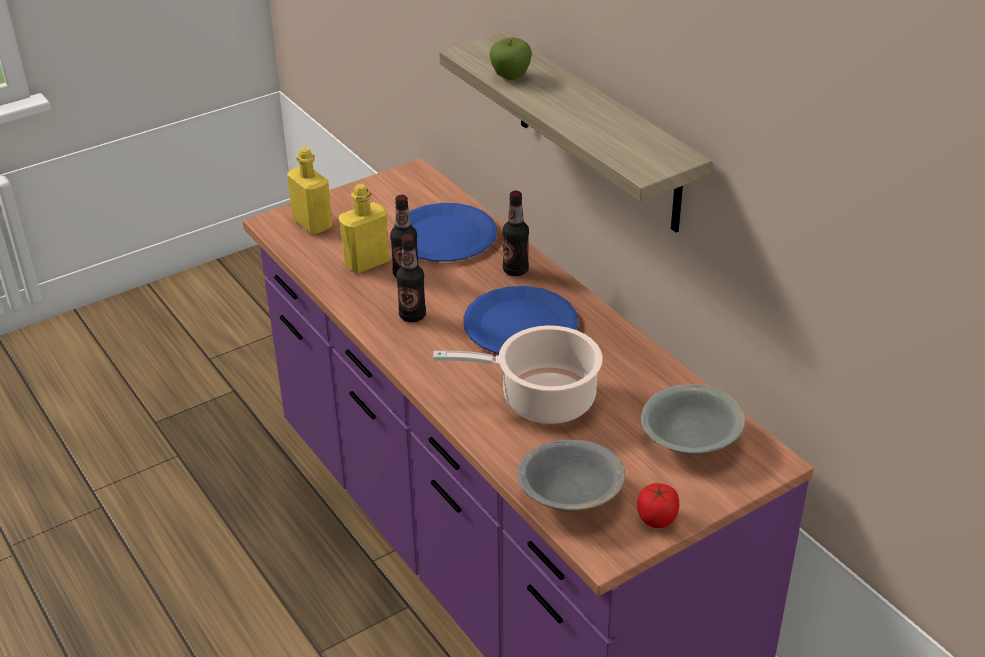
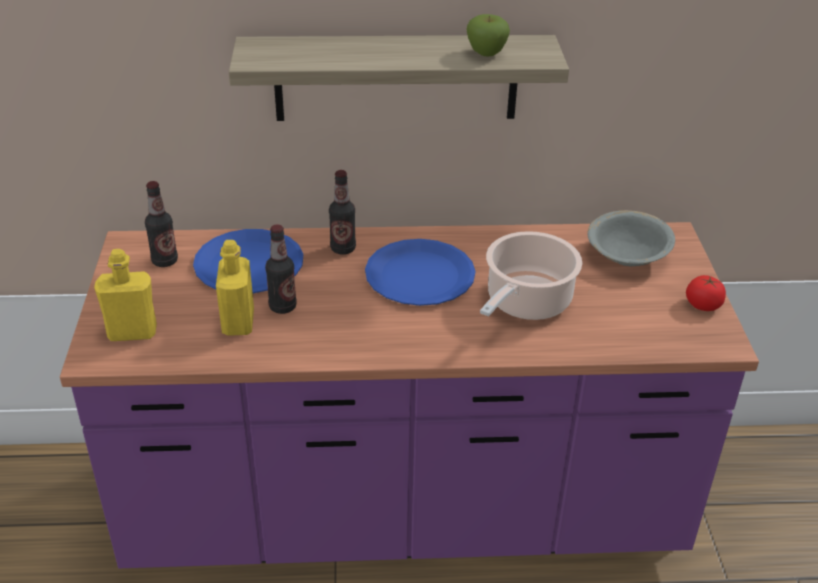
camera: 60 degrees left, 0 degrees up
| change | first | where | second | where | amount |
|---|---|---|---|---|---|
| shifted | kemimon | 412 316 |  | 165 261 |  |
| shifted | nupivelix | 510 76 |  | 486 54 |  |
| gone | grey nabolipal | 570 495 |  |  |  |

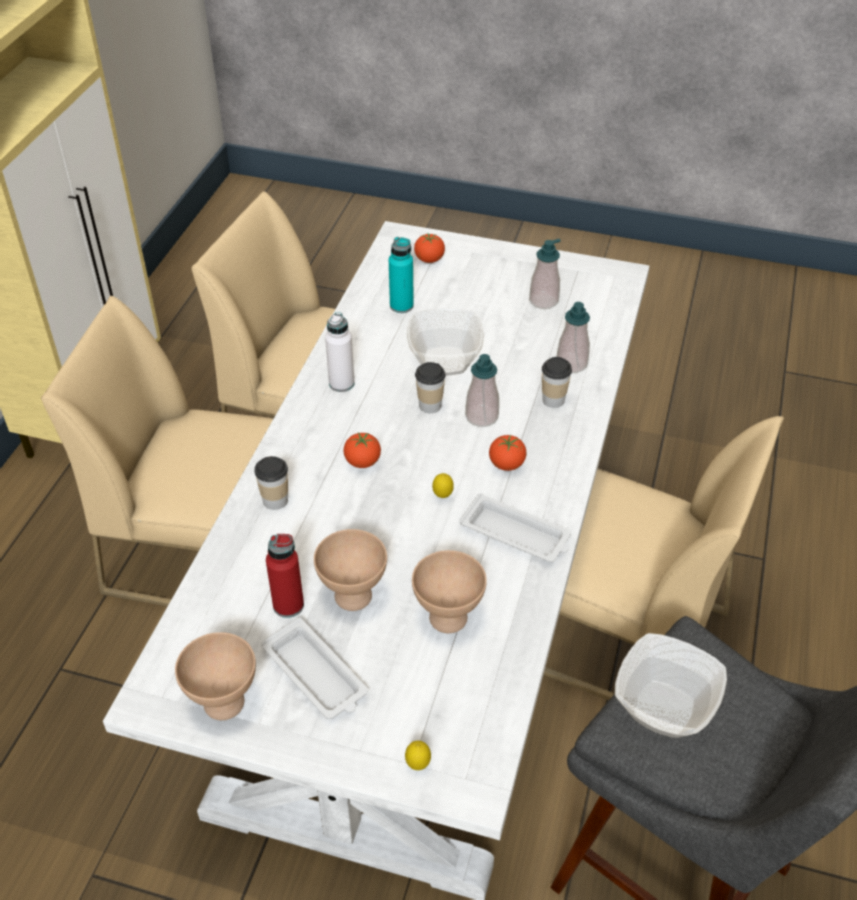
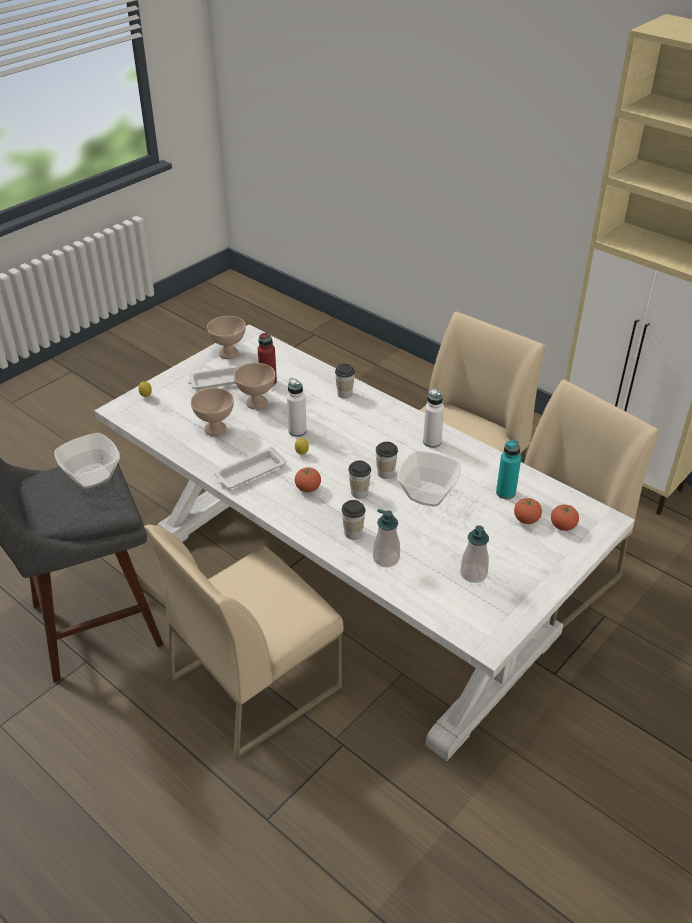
camera: 115 degrees right, 5 degrees down
| change | first | where | second | where | amount |
|---|---|---|---|---|---|
| shifted | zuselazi | 362 462 |  | 526 520 |  |
| swapped | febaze | 481 416 | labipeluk | 359 493 |  |
| new |  |  | white kemimon | 297 431 |  |

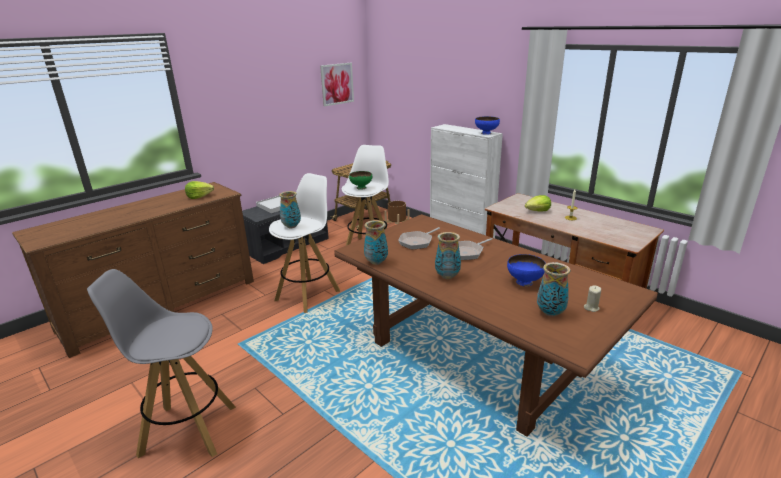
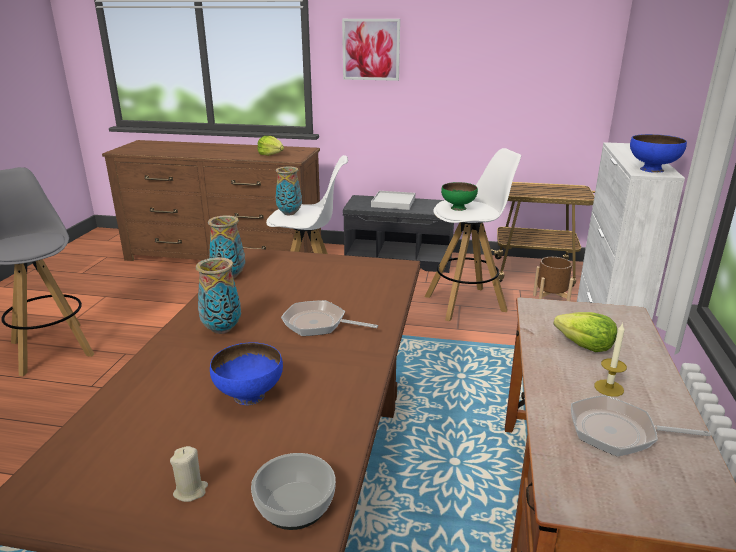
camera: 55 degrees right, 0 degrees up
| change | first | where | second | where | amount |
|---|---|---|---|---|---|
| shifted | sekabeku | 337 84 |  | 371 49 |  |
| shifted | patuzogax | 417 242 |  | 618 432 |  |
| gone | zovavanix | 550 313 |  |  |  |
| new |  |  | nabolipal | 294 504 |  |

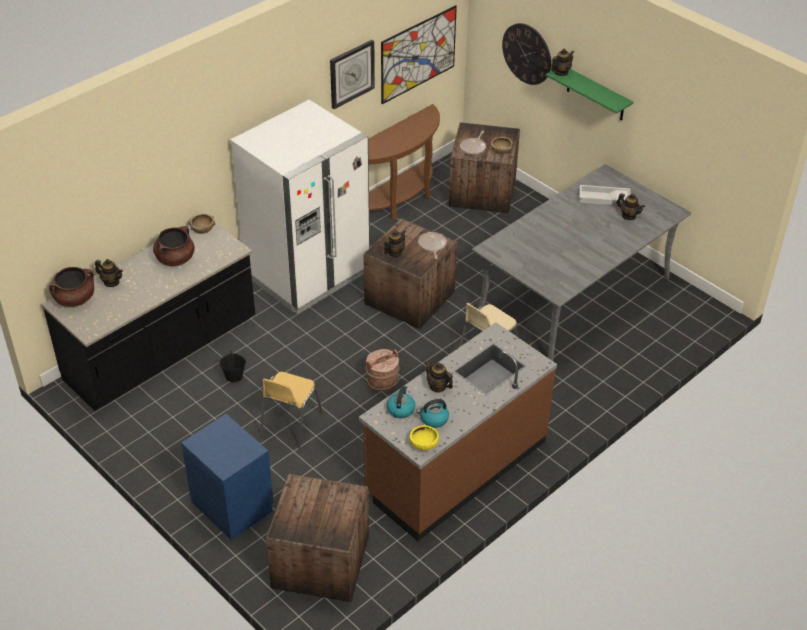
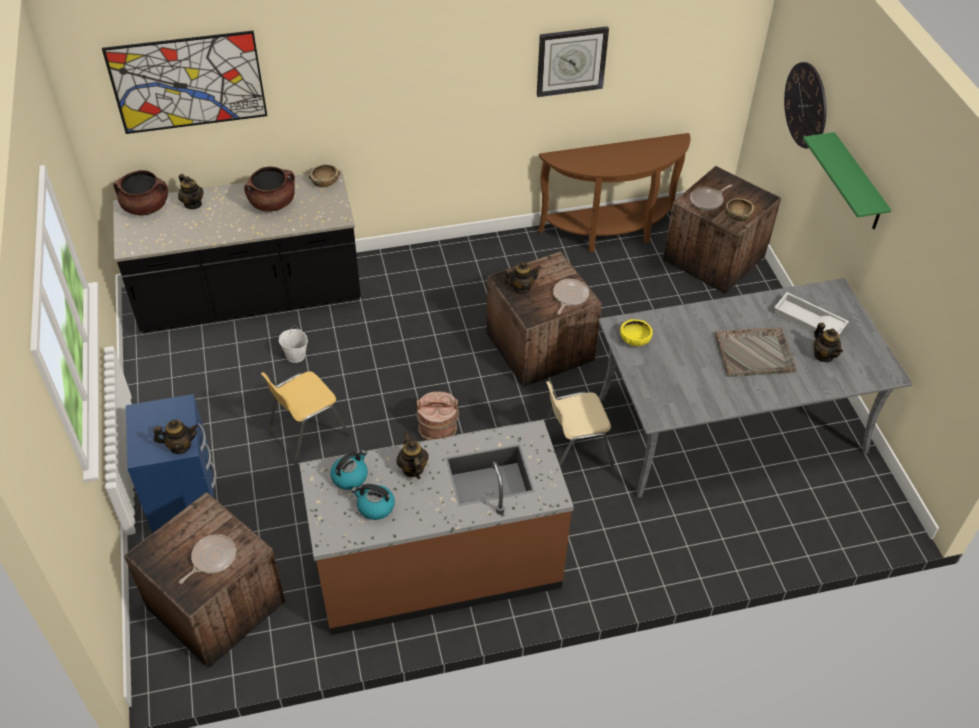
camera: 30 degrees right, 5 degrees up
| change | first | where | second | where | amount |
|---|---|---|---|---|---|
| repainted | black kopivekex | 234 376 | white kopivekex | 296 355 |  |
| gone | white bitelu | 307 273 |  |  |  |
| shifted | sekabeku | 418 54 |  | 188 82 |  |
| shifted | yellow nabolipal | 424 444 |  | 634 340 |  |
| shifted | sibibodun | 561 72 |  | 180 446 |  |
| new |  |  | patuzogax | 212 558 |  |
| new |  |  | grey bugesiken | 755 353 |  |

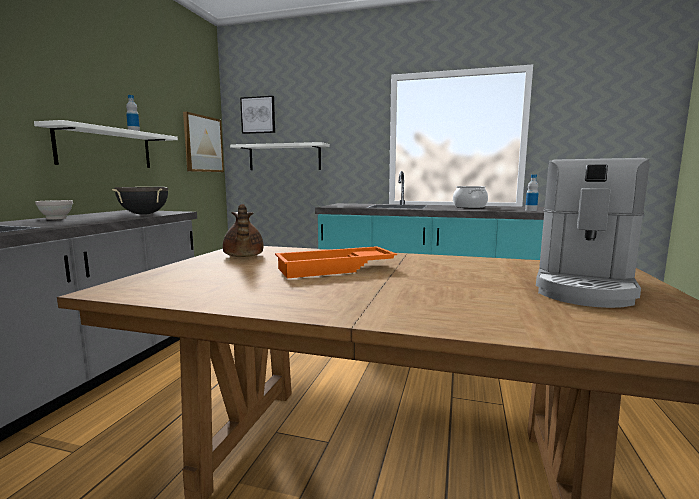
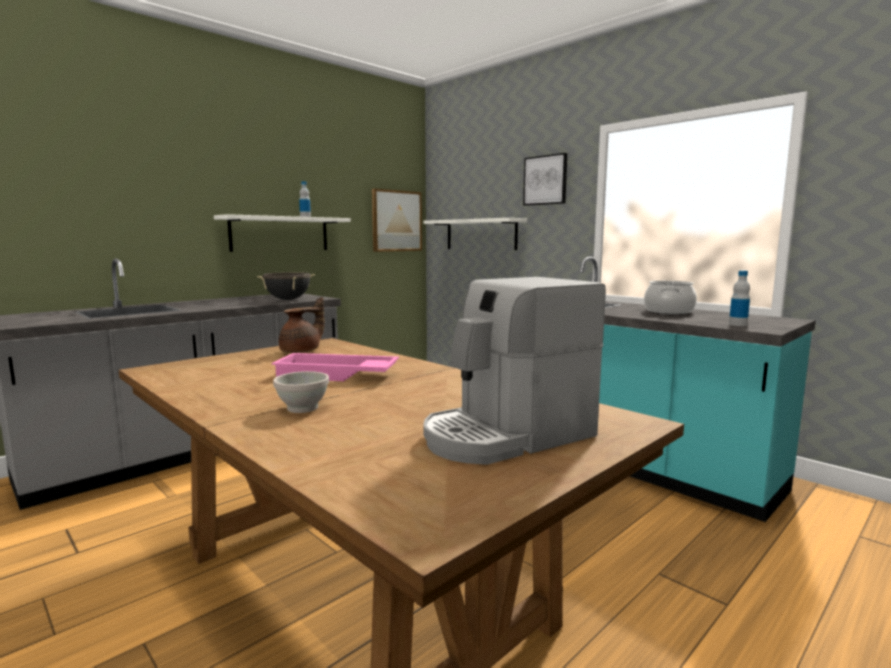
camera: 30 degrees right, 0 degrees up
| change | first | where | second | where | amount |
|---|---|---|---|---|---|
| shifted | white nabolipal | 57 218 |  | 303 408 |  |
| rotated | brown sibibodun | 243 256 |  | 302 351 | 150 degrees counterclockwise |
| shifted | sekabeku | 258 115 |  | 545 180 |  |
| repainted | orange bugesiken | 335 269 | pink bugesiken | 335 375 |  |

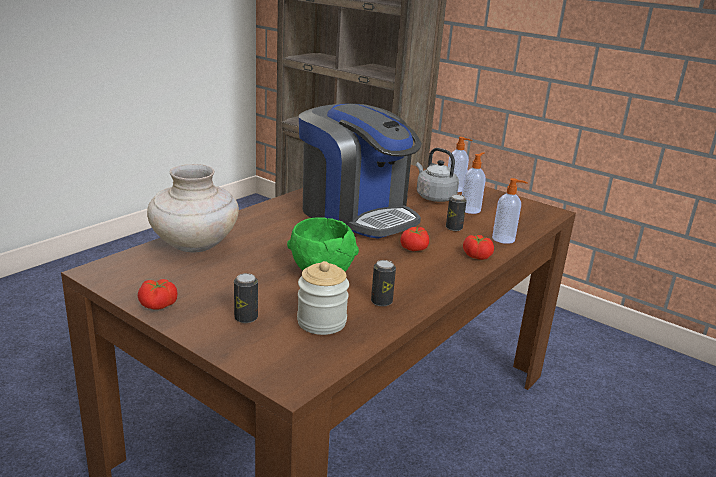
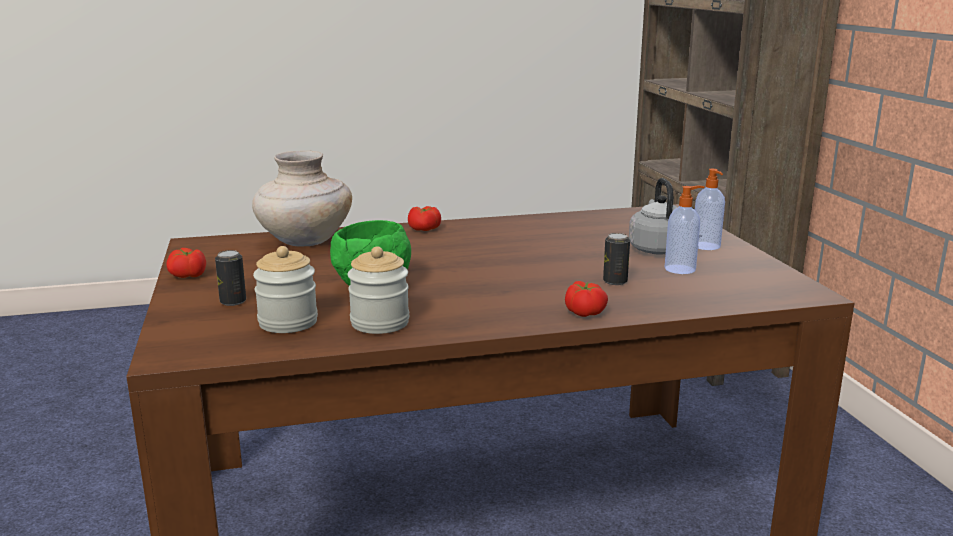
camera: 40 degrees right, 5 degrees down
| change | first | where | second | where | amount |
|---|---|---|---|---|---|
| gone | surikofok | 356 215 |  |  |  |
| swapped | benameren | 381 302 | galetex | 380 323 |  |
| shifted | zuselazi | 414 248 |  | 424 229 |  |
| gone | febaze | 504 239 |  |  |  |

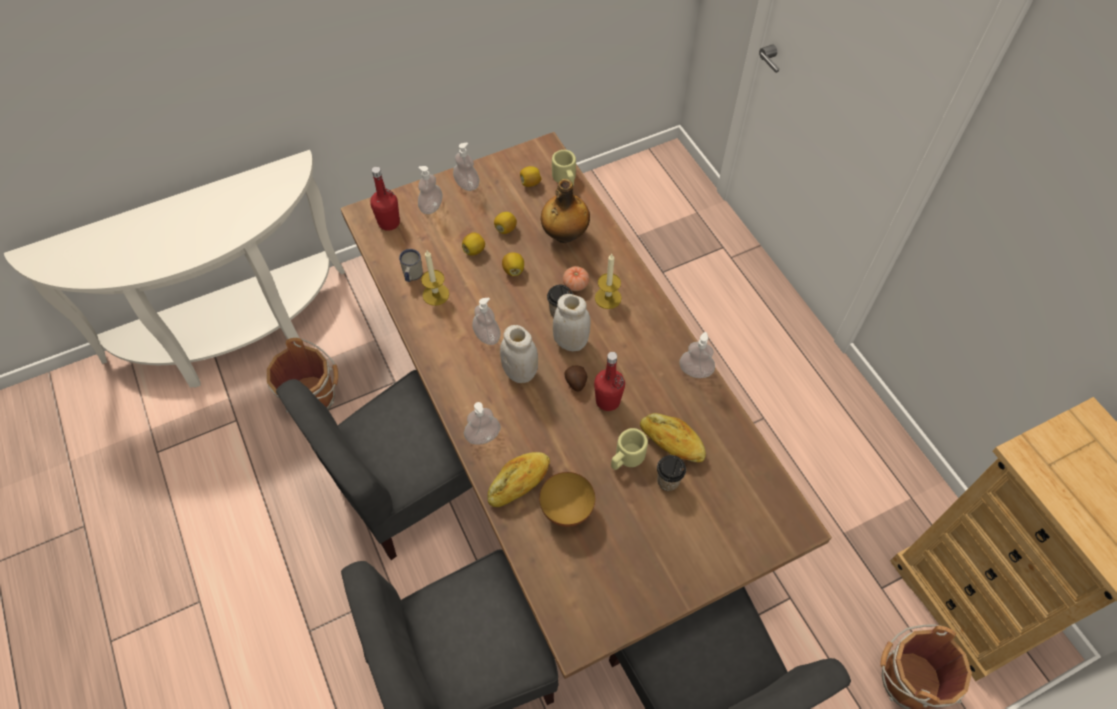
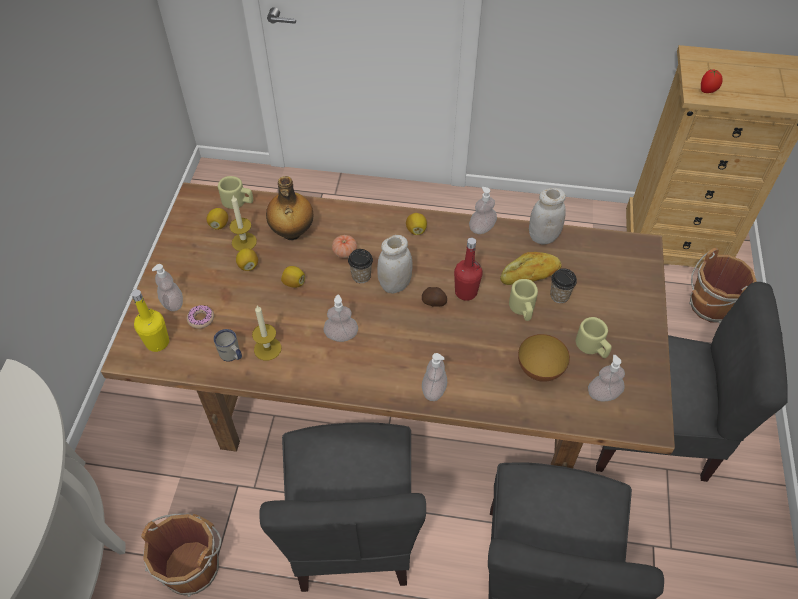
camera: 55 degrees left, 5 degrees down
| change | first | where | second | where | amount |
|---|---|---|---|---|---|
| repainted | red kemimon | 389 223 | yellow kemimon | 157 342 |  |
| shifted | febaze | 467 184 |  | 603 394 |  |
| shifted | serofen | 474 250 |  | 416 230 |  |
| gone | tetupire | 519 483 |  |  |  |
| shifted | white galetex | 520 372 |  | 543 237 |  |
| shifted | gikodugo | 608 298 |  | 244 242 |  |
| new |  |  | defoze | 201 319 |  |
| new |  |  | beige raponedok | 592 347 |  |
| new |  |  | zuselazi | 707 91 |  |

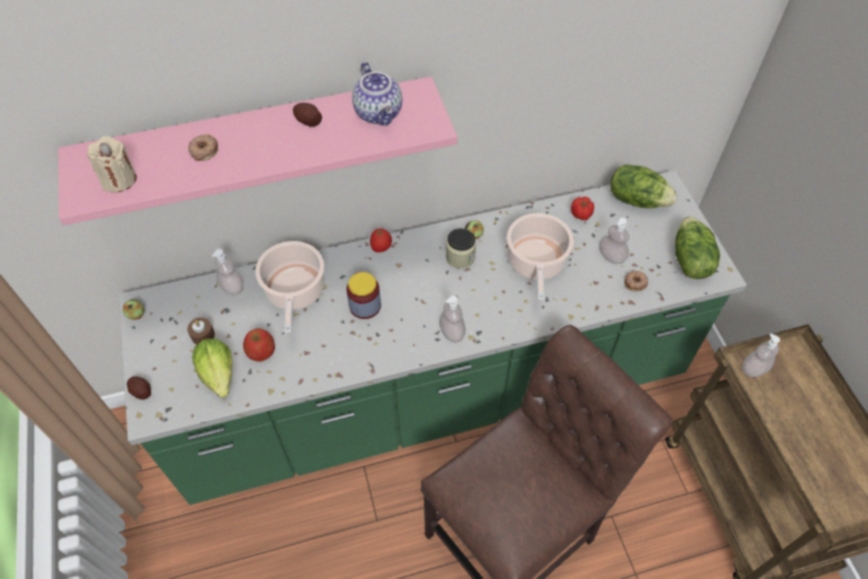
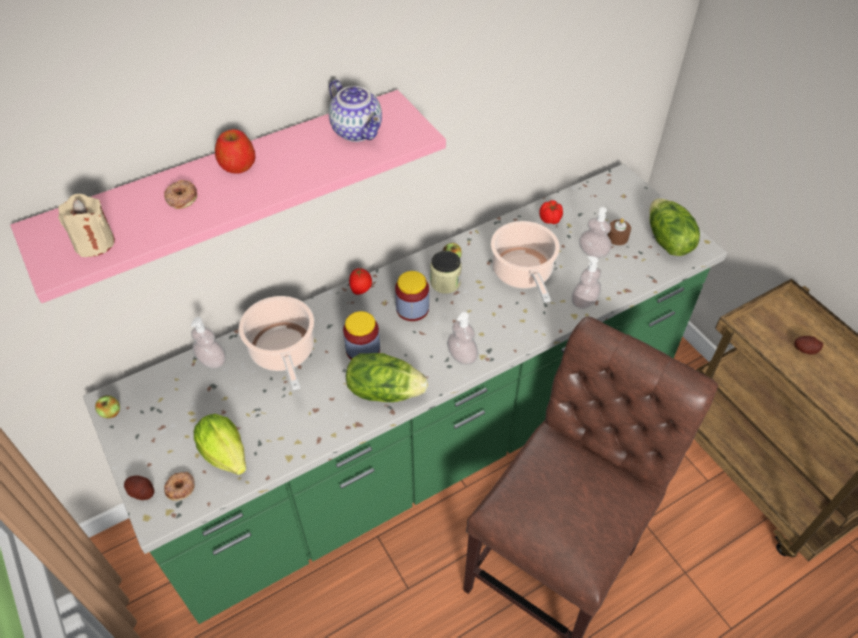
camera: 15 degrees left, 5 degrees down
| change | first | where | second | where | amount |
|---|---|---|---|---|---|
| shifted | brown gikodugo | 203 335 |  | 617 237 |  |
| shifted | nupivelix | 261 351 |  | 238 164 |  |
| shifted | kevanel | 308 121 |  | 804 350 |  |
| shifted | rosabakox | 637 199 |  | 384 390 |  |
| shifted | defoze | 635 283 |  | 180 487 |  |
| shifted | febaze | 754 369 |  | 584 301 |  |
| new |  |  | galetex | 412 309 |  |

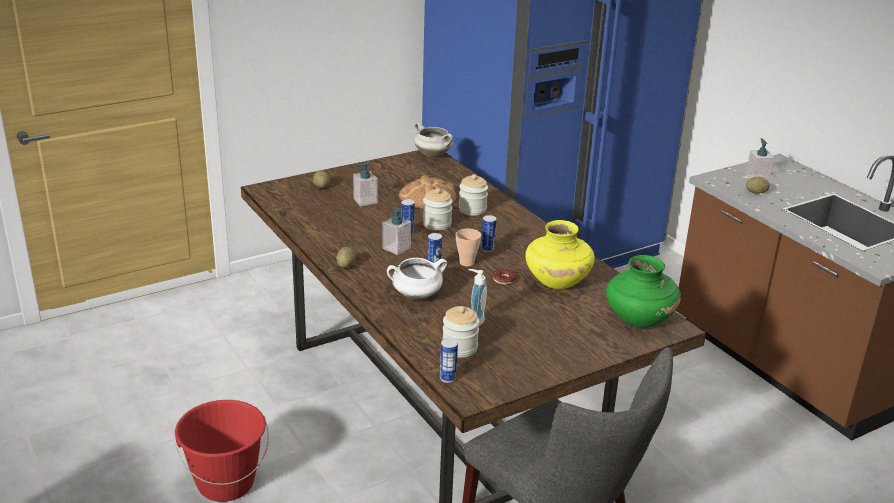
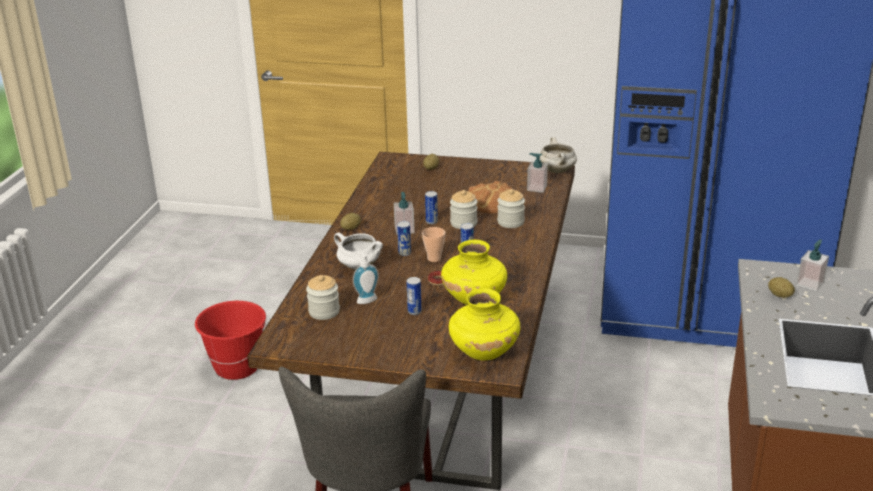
camera: 45 degrees right, 0 degrees up
| change | first | where | second | where | amount |
|---|---|---|---|---|---|
| shifted | febaze | 365 201 |  | 536 188 |  |
| shifted | benameren | 448 378 |  | 414 311 |  |
| repainted | green zovavanix | 638 320 | yellow zovavanix | 484 352 |  |

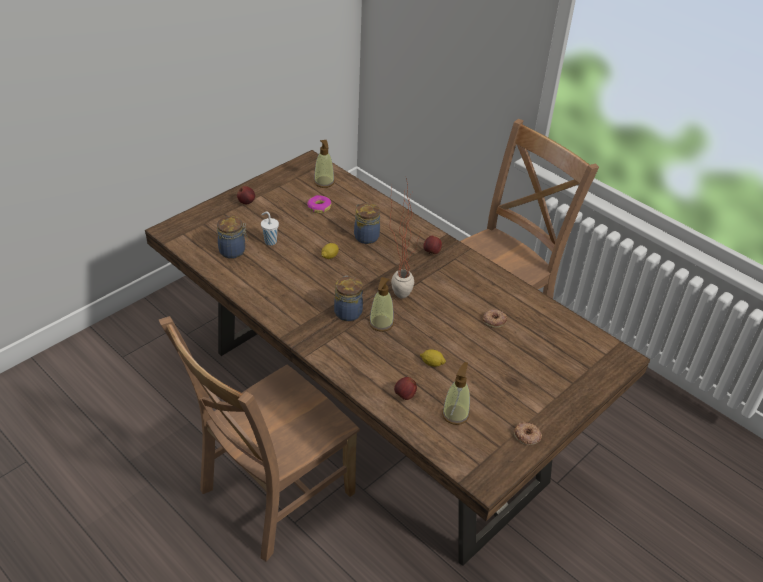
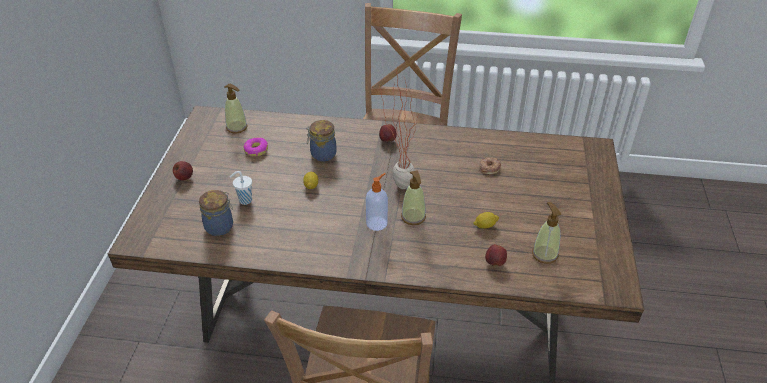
camera: 35 degrees left, 0 degrees up
| change | first | where | second | where | amount |
|---|---|---|---|---|---|
| swapped | galetex | 348 312 | febaze | 377 223 |  |
| gone | defoze | 527 436 |  |  |  |

